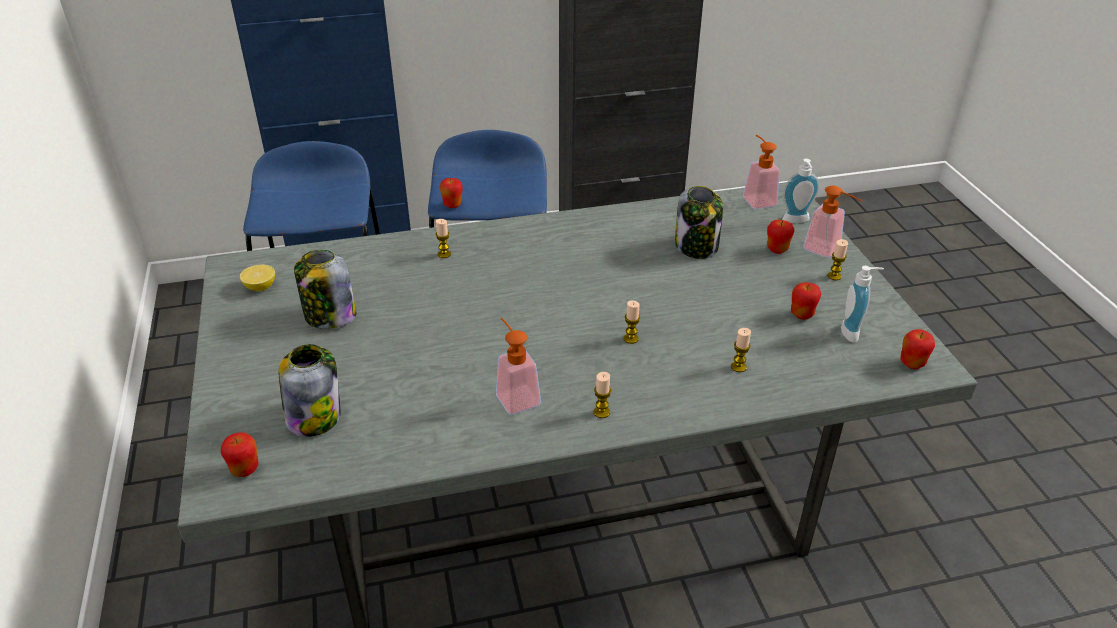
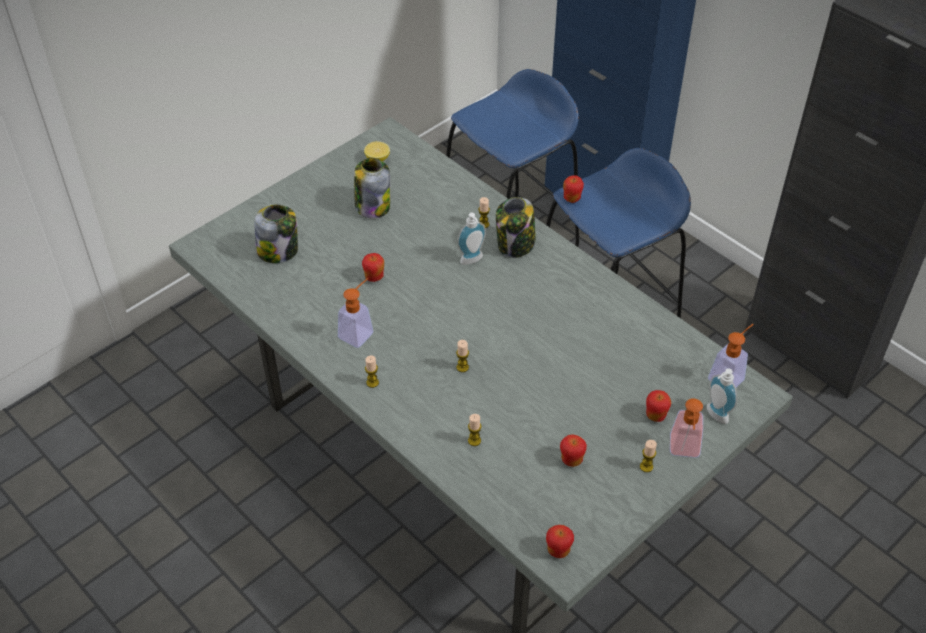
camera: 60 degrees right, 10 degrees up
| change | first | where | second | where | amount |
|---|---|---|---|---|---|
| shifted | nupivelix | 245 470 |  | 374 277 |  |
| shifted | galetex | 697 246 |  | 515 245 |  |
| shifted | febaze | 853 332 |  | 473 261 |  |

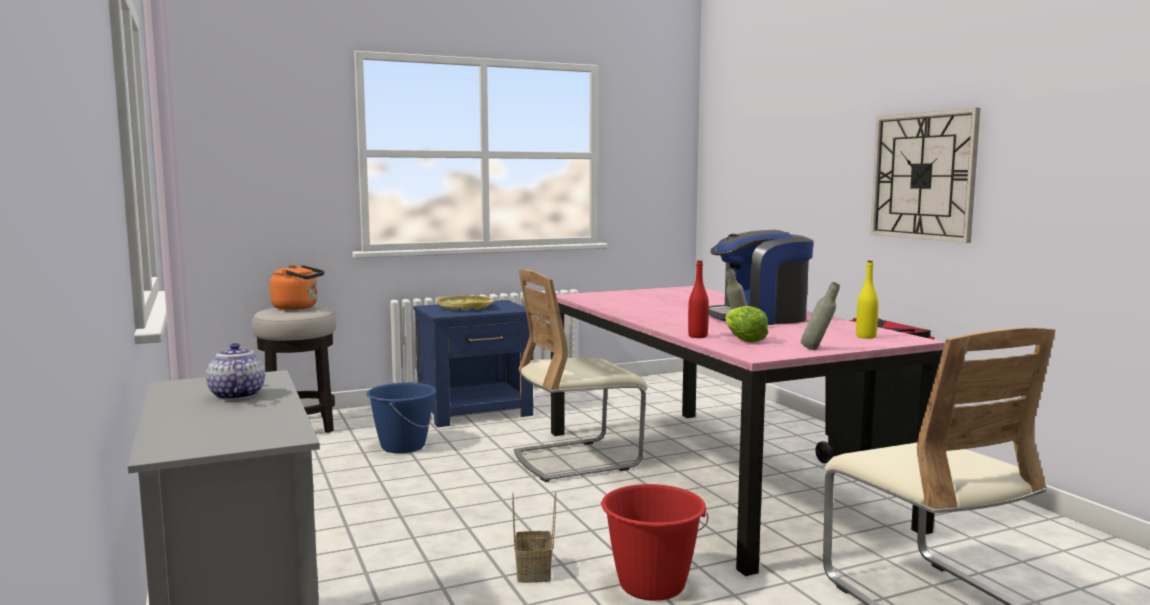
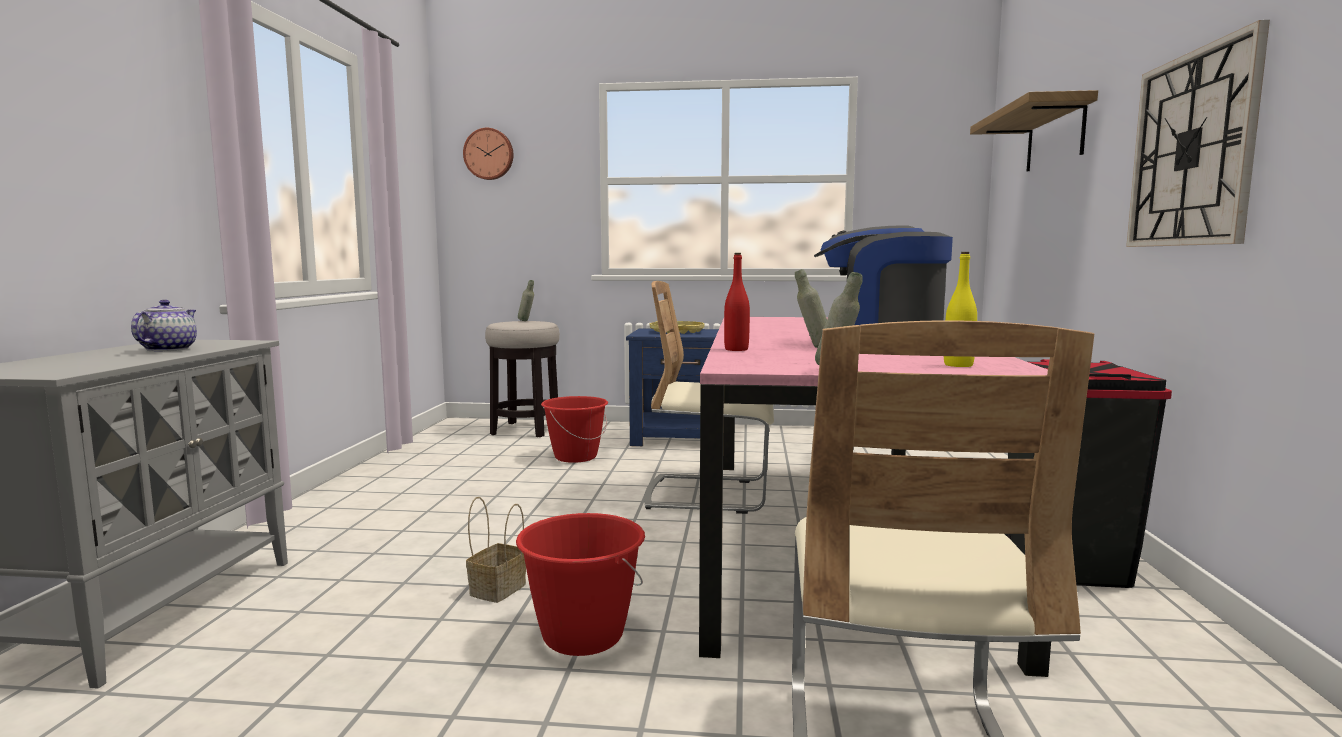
camera: 30 degrees right, 0 degrees up
| change | first | where | second | where | amount |
|---|---|---|---|---|---|
| swapped | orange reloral | 298 307 | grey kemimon | 526 321 |  |
| repainted | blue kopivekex | 402 446 | red kopivekex | 575 457 |  |
| gone | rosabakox | 743 339 |  |  |  |
| new |  |  | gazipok | 489 154 |  |
| new |  |  | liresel | 1055 136 |  |

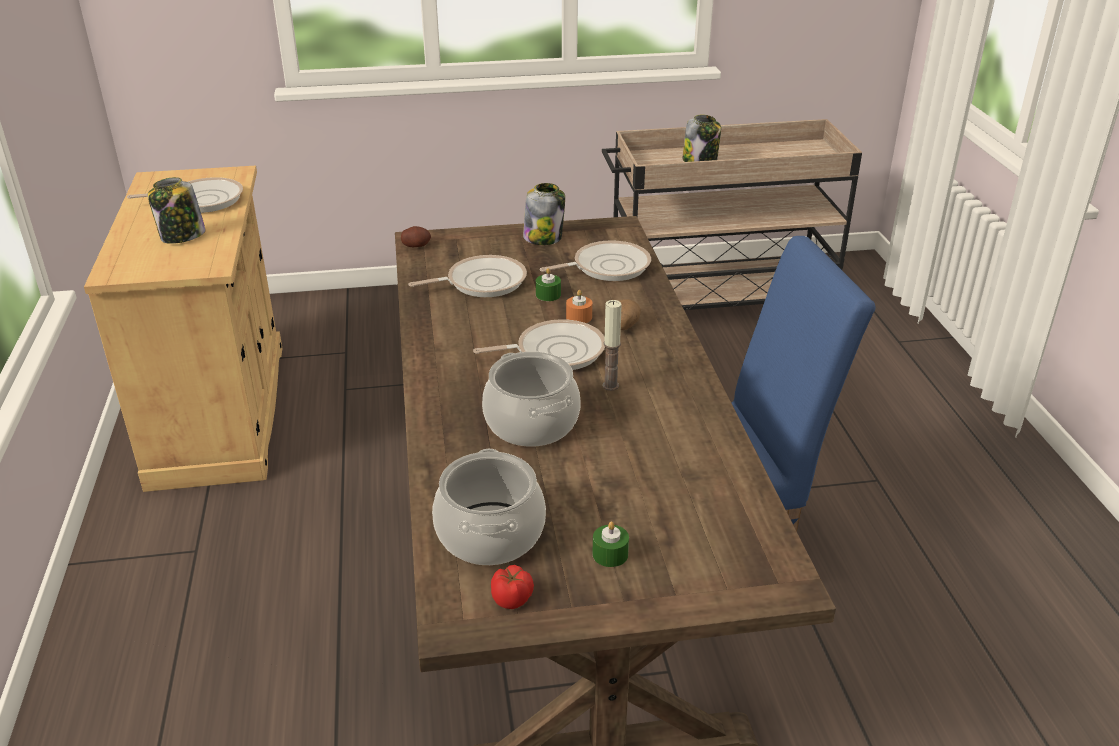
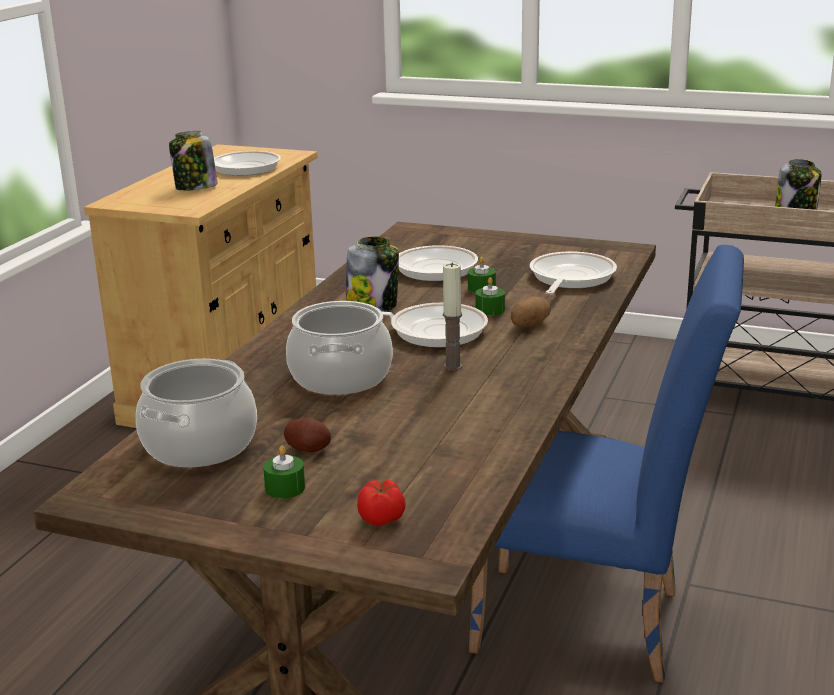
camera: 30 degrees right, 10 degrees down
| change | first | where | second | where | amount |
|---|---|---|---|---|---|
| shifted | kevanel | 416 245 |  | 308 448 |  |
| shifted | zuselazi | 512 599 |  | 382 519 |  |
| shifted | galetex | 543 237 |  | 373 305 |  |
| rotated | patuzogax | 607 267 |  | 570 278 | 75 degrees counterclockwise |
| repainted | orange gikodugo | 579 317 | green gikodugo | 490 310 |  |

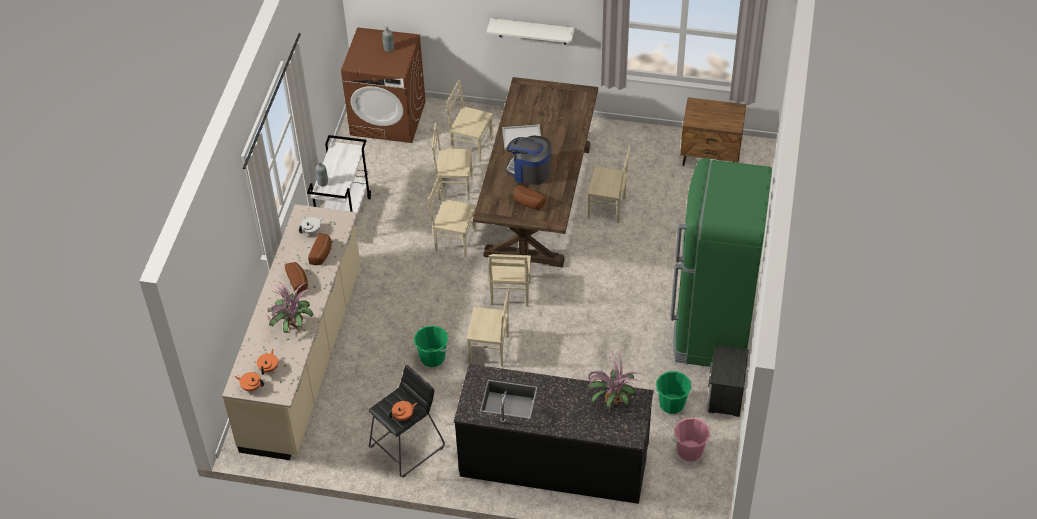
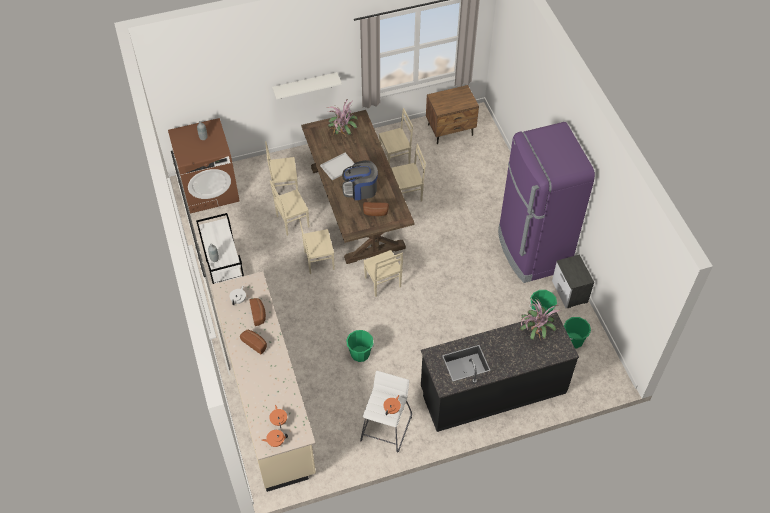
camera: 30 degrees left, 5 degrees up
| change | first | where | second | where | amount |
|---|---|---|---|---|---|
| shifted | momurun | 292 326 |  | 342 133 |  |
| repainted | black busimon | 407 446 | white busimon | 386 428 |  |
| shifted | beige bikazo | 490 350 |  | 395 158 |  |
| repainted | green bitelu | 712 331 | purple bitelu | 532 251 |  |
| repainted | pink kopivekex | 690 451 | green kopivekex | 573 340 |  |

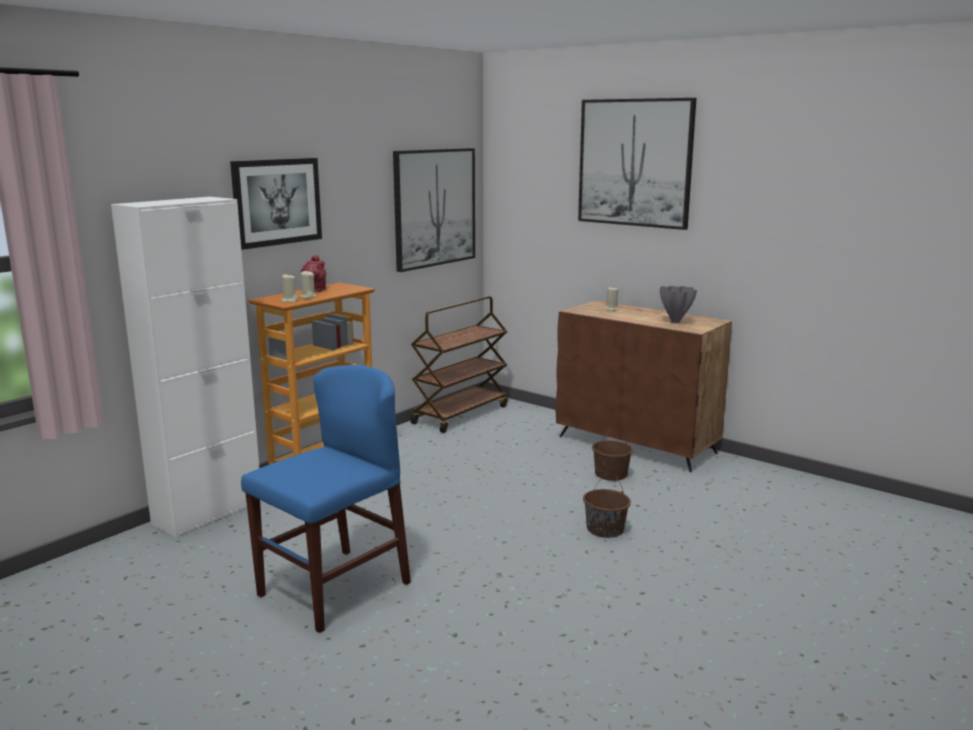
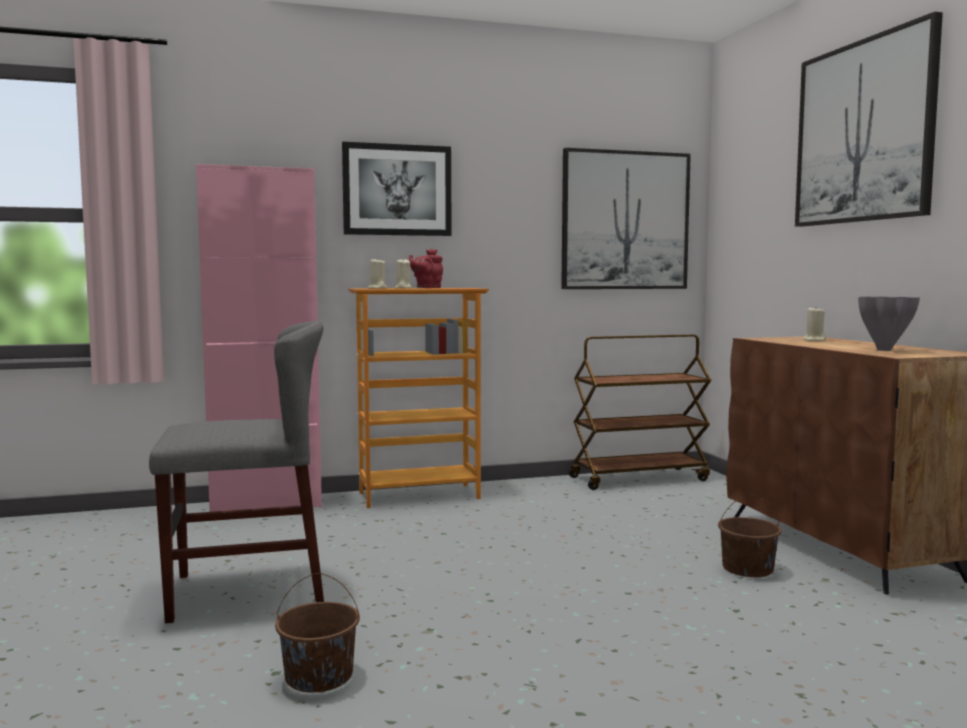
camera: 35 degrees right, 10 degrees down
| change | first | where | second | where | amount |
|---|---|---|---|---|---|
| repainted | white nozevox | 208 513 | pink nozevox | 266 505 |  |
| repainted | blue bikazo | 334 589 | grey bikazo | 248 590 |  |
| shifted | brown kopivekex | 605 529 |  | 318 676 |  |

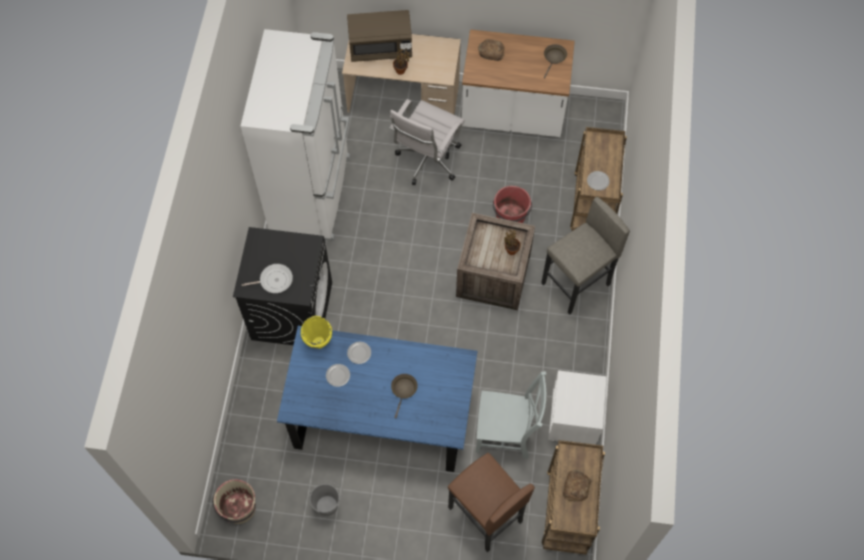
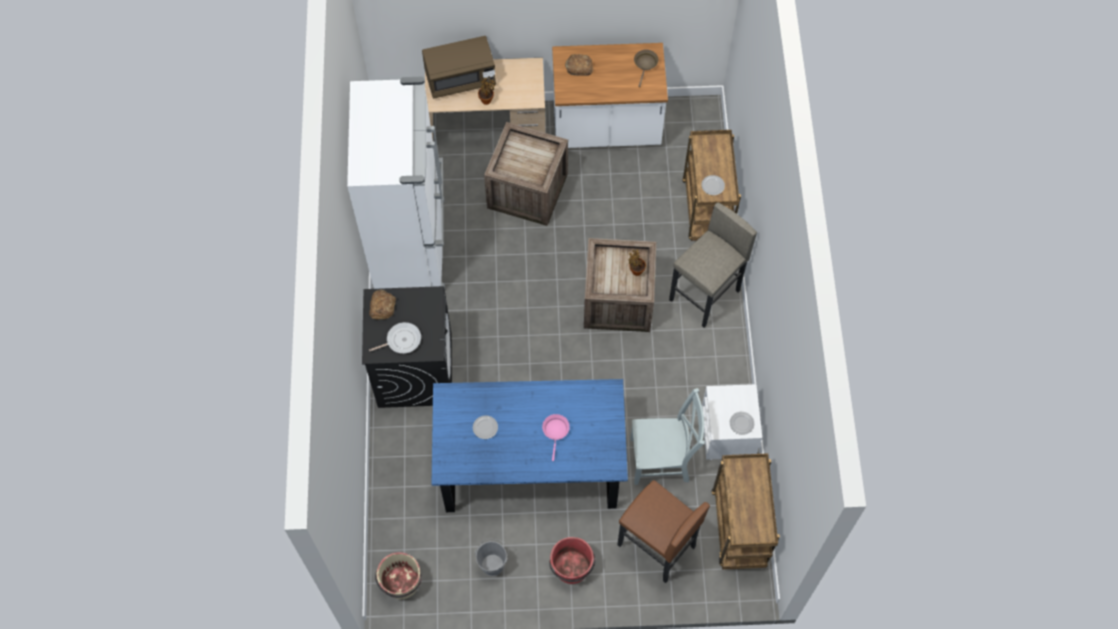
camera: 10 degrees left, 0 degrees up
| change | first | where | second | where | amount |
|---|---|---|---|---|---|
| gone | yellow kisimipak | 319 342 |  |  |  |
| shifted | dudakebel | 359 353 |  | 742 423 |  |
| swapped | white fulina | 427 161 | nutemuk | 526 191 |  |
| repainted | brown patuzogax | 403 390 | pink patuzogax | 556 431 |  |
| shifted | red kopivekex | 510 216 |  | 571 568 |  |
| shifted | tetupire | 576 487 |  | 382 306 |  |

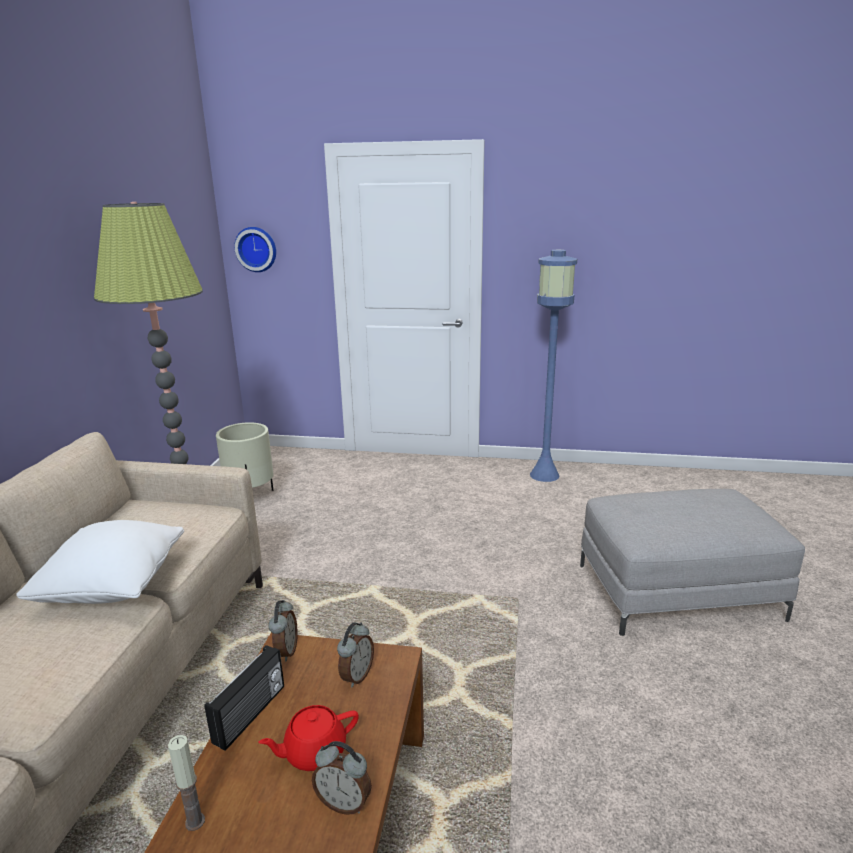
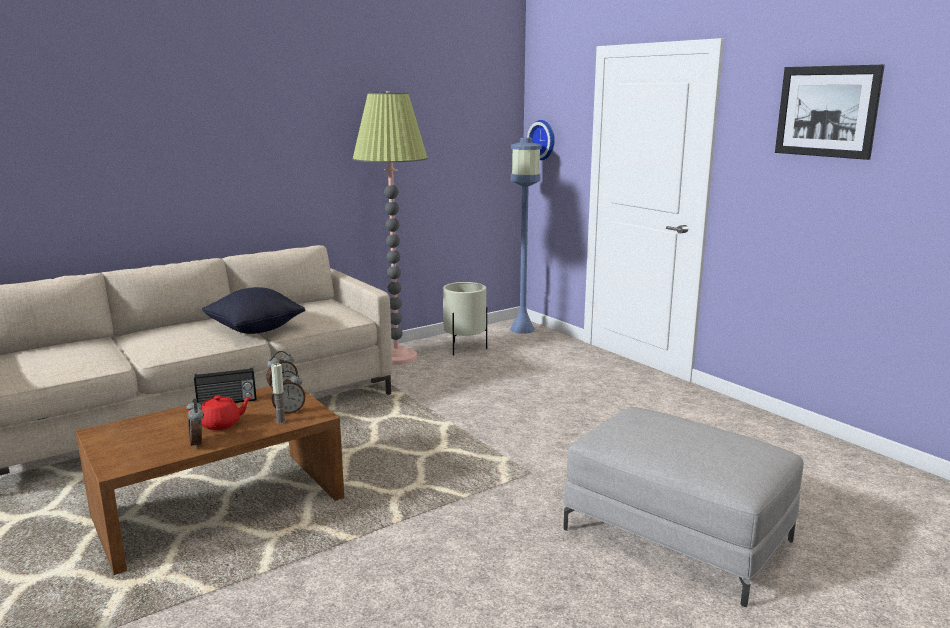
camera: 45 degrees right, 5 degrees down
| change | first | where | second | where | amount |
|---|---|---|---|---|---|
| repainted | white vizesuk | 114 587 | black vizesuk | 255 329 |  |
| shifted | gikodugo | 195 821 |  | 281 421 |  |
| rotated | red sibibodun | 314 751 |  | 221 424 | 135 degrees clockwise |
| shifted | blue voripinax | 545 475 |  | 522 329 |  |
| new |  |  | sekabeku | 826 111 |  |

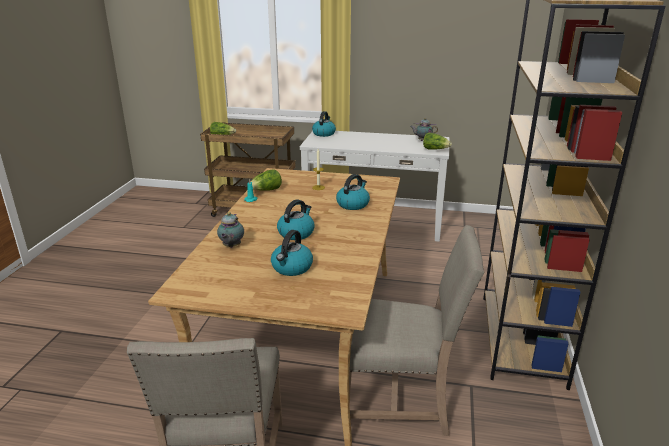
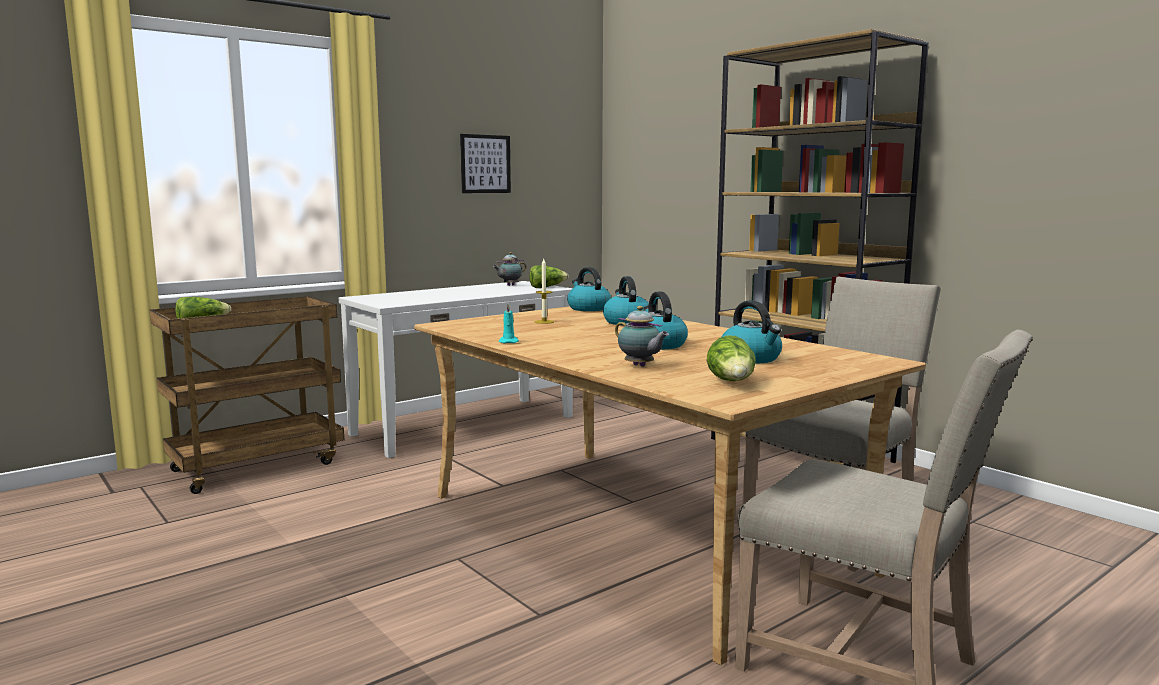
camera: 50 degrees left, 15 degrees down
| change | first | where | second | where | amount |
|---|---|---|---|---|---|
| shifted | rosabakox | 266 190 |  | 732 383 |  |
| shifted | reloral | 324 133 |  | 588 308 |  |
| new |  |  | sekabeku | 485 164 |  |

